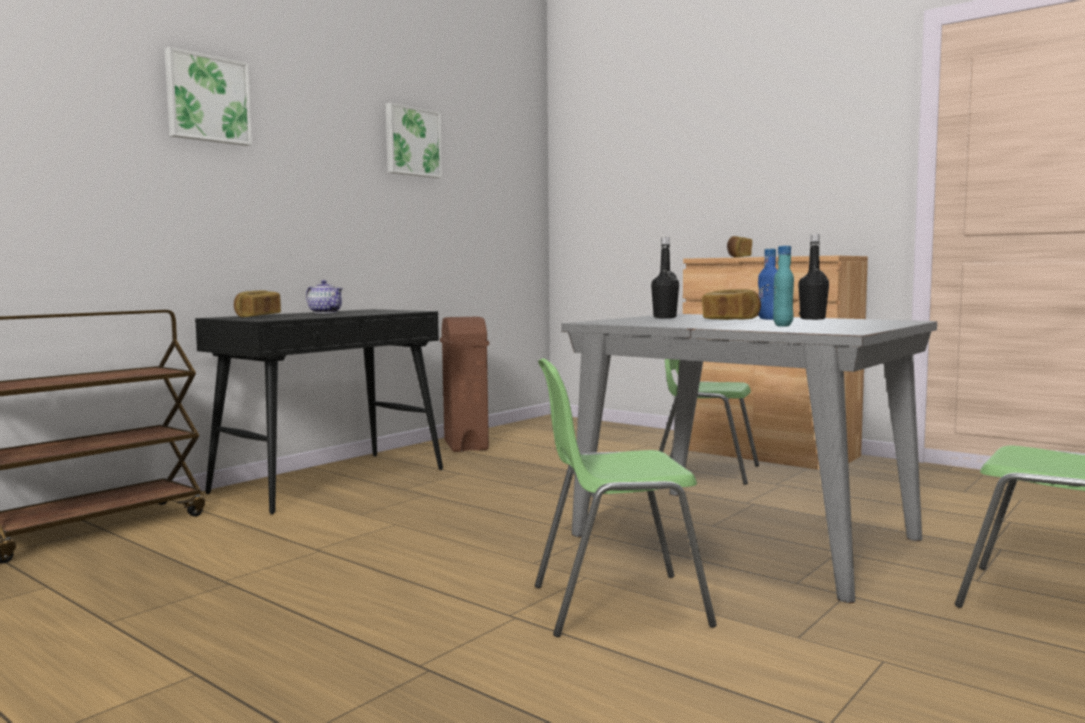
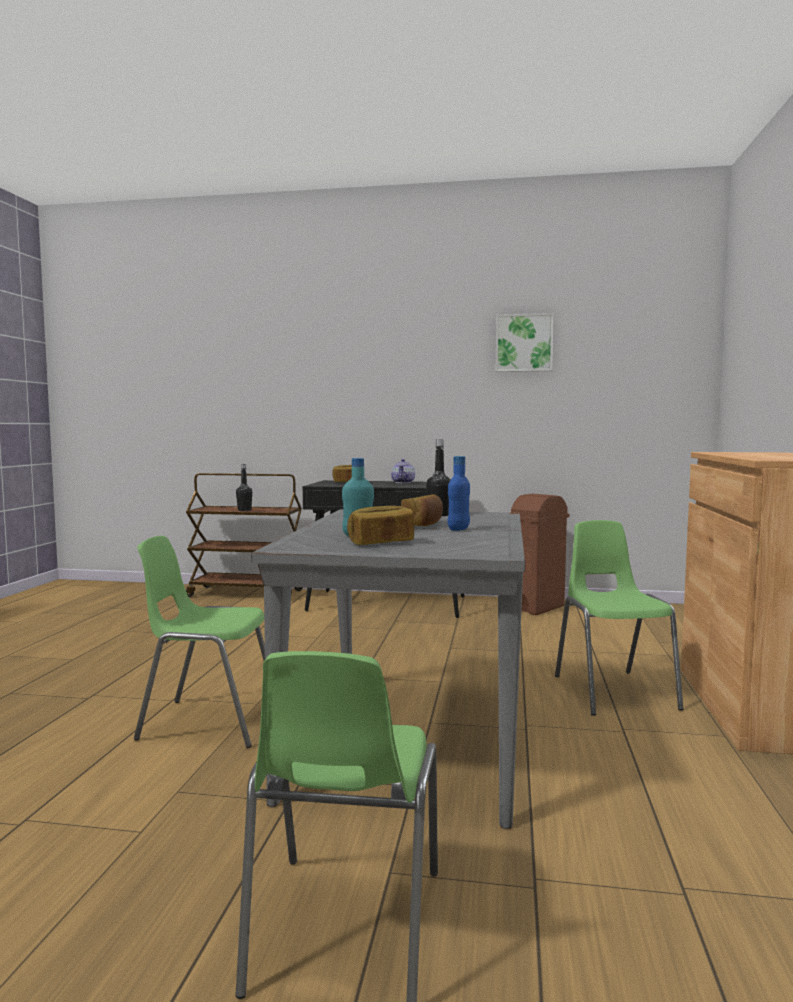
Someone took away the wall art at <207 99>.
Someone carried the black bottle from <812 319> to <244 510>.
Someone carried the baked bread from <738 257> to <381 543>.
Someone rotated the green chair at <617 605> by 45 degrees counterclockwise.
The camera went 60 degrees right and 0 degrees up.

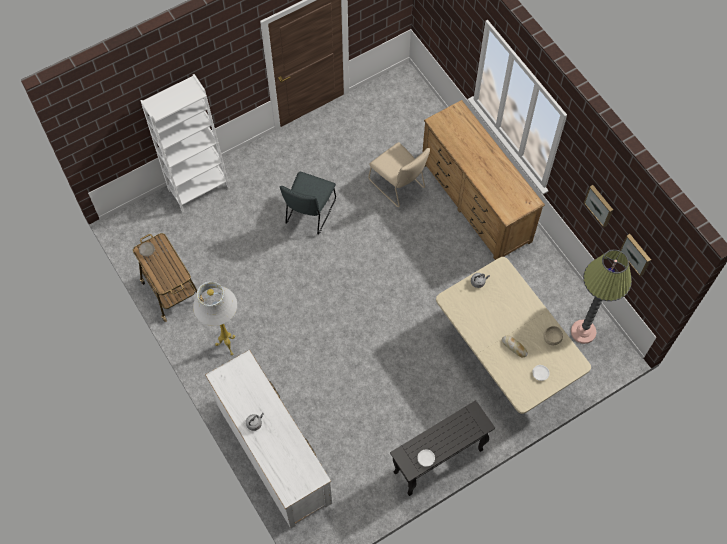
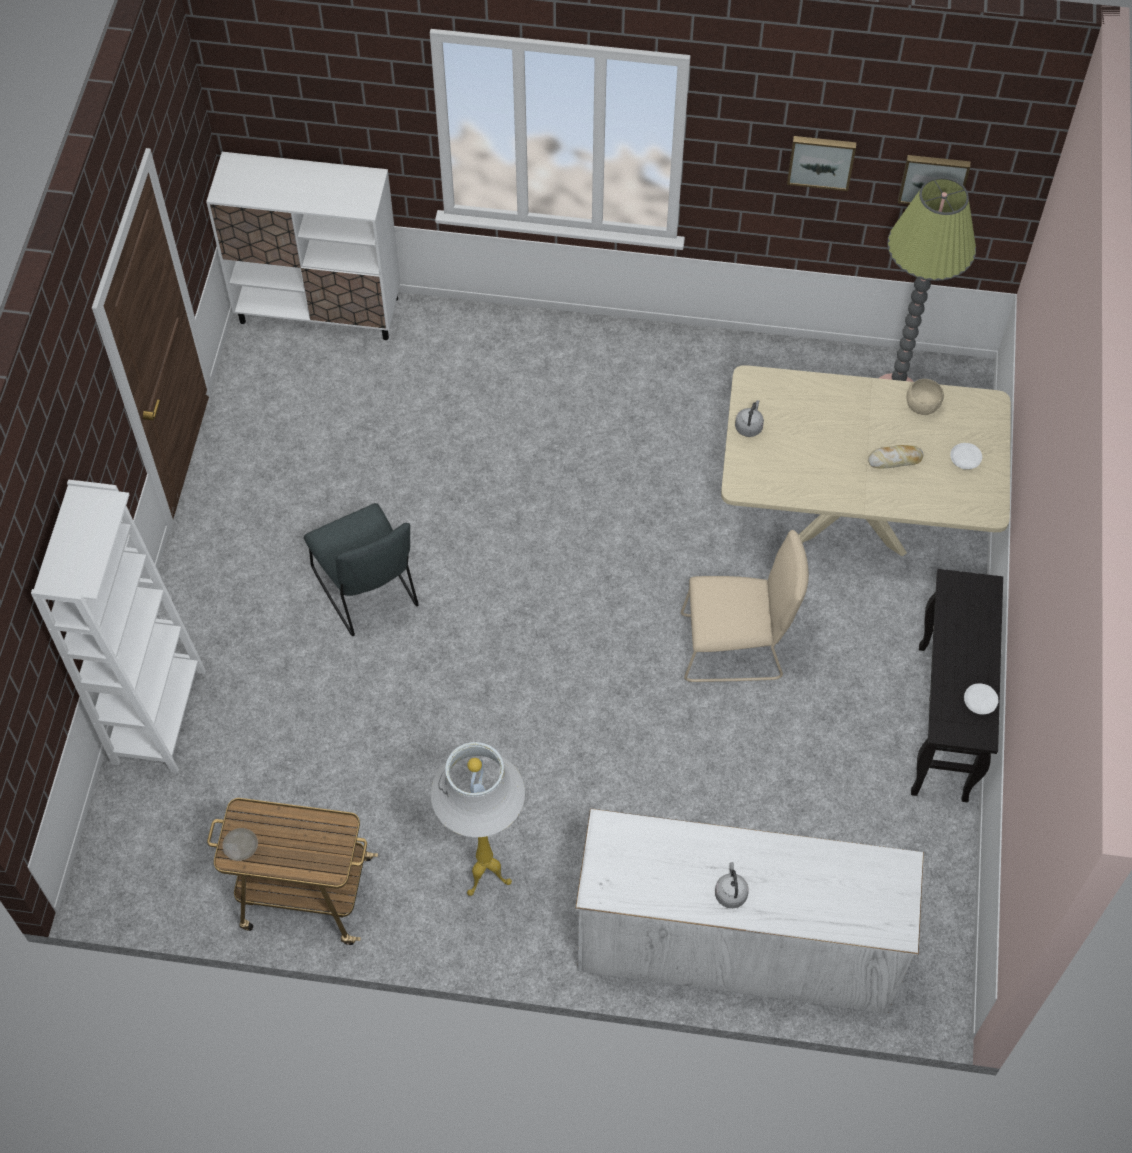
Someone took away the brown dresser at <476 201>.
Someone carried the beige-coloured chair from <398 185> to <736 647>.
Someone put down the white cabinet at <320 310>.
The camera went 50 degrees left and 5 degrees down.

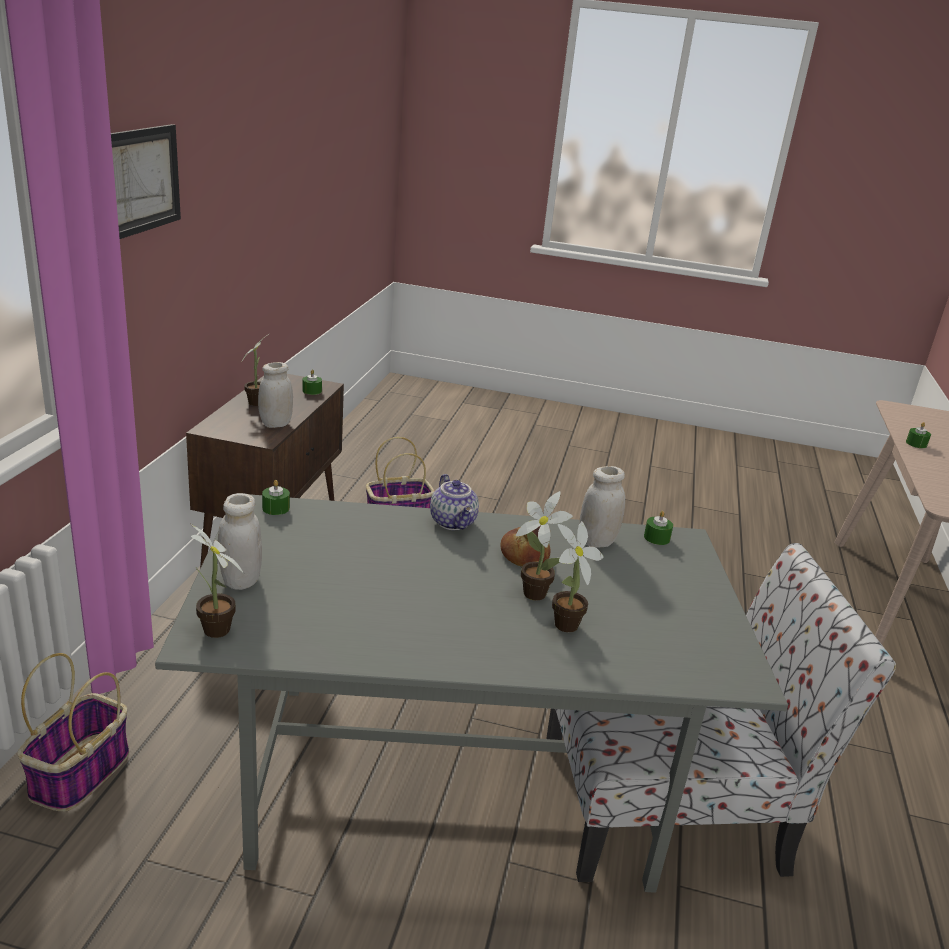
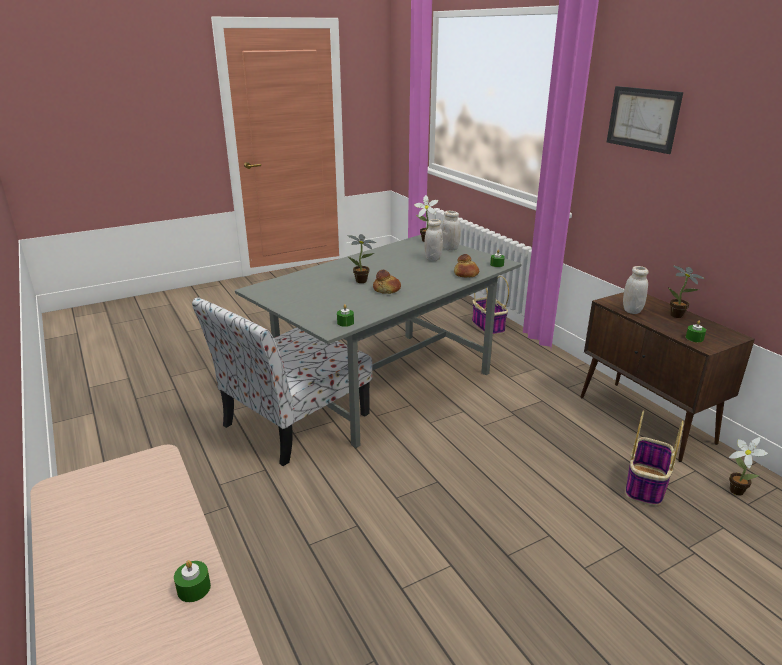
Someone carried the white jar from <597 541> to <433 258>.
Someone took away the tea pot at <454 522>.
Someone carried the potted plant from <563 626> to <735 489>.
Someone put down the baked bread at <465 274>.
The camera went 140 degrees right and 0 degrees up.

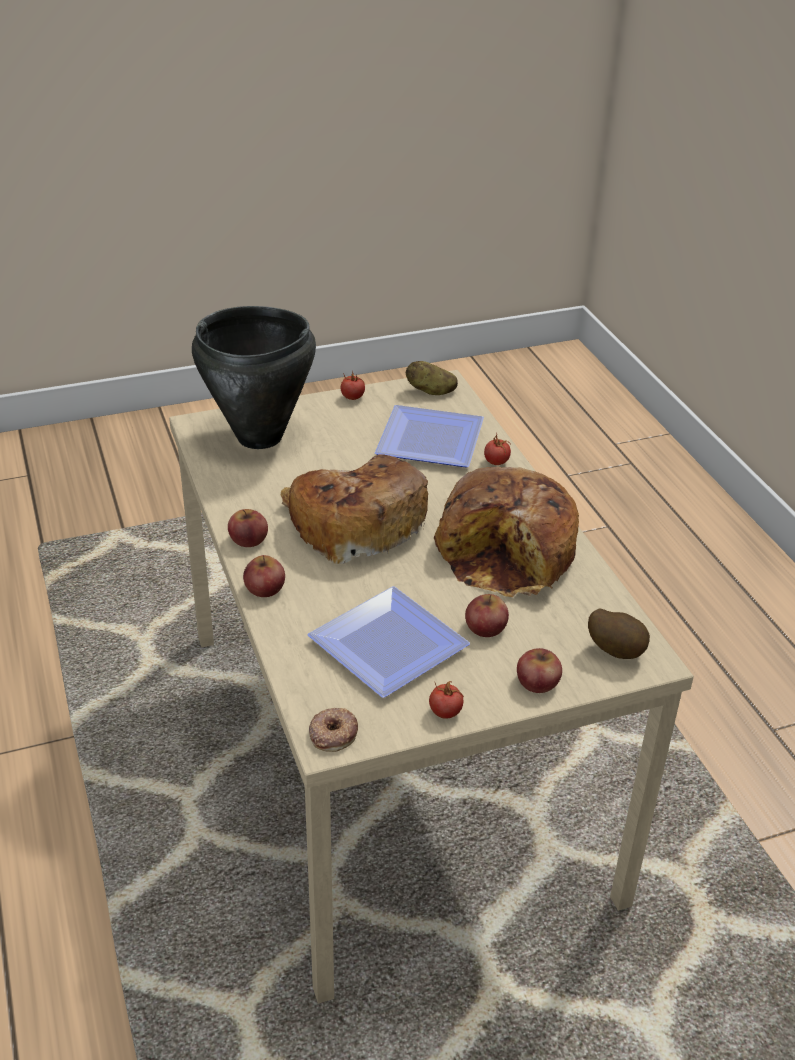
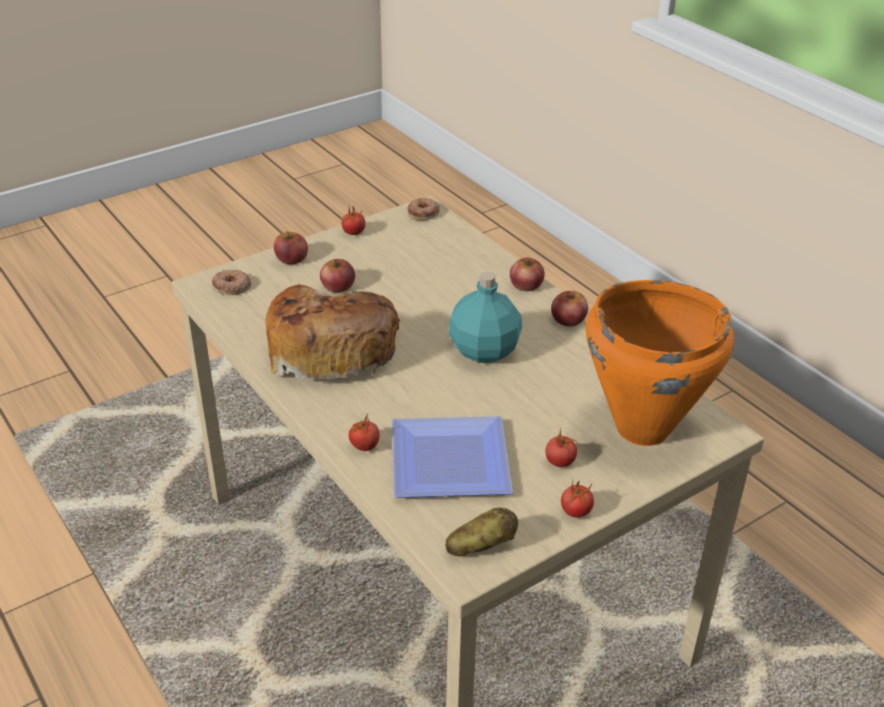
Someone repainted the black saucepot at <260 437>, which became the orangey saucepot at <641 427>.
Someone swapped the baked bread at <355 522> for the turquoise-coloured bottle at <483 350>.
Someone took away the flat dish at <388 650>.
Someone swapped the spud at <616 650> for the doughnut at <231 286>.
Someone put down the fresh tomato at <560 462>.
The camera went 165 degrees right and 0 degrees up.

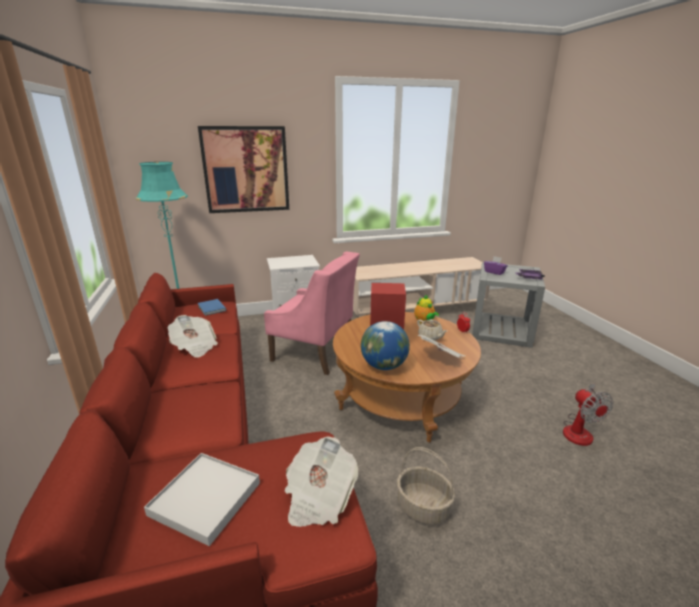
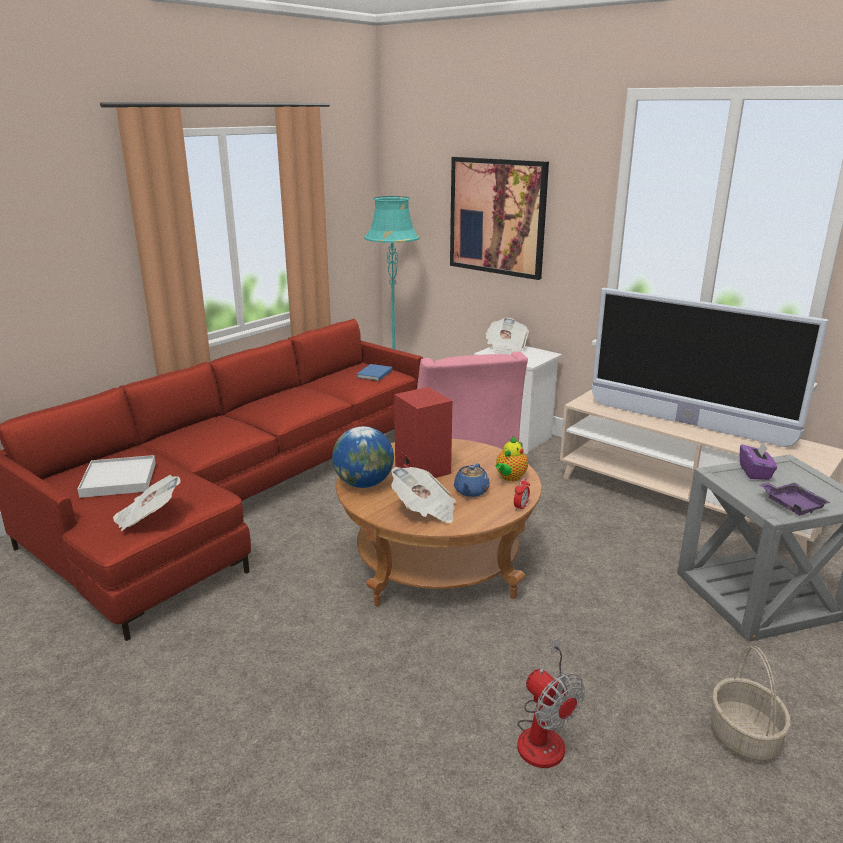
Someone carried the newspaper from <194 346> to <505 348>.
Someone repainted the beige-coloured tea pot at <430 337>, which became the blue tea pot at <471 491>.
Someone rotated the fan at <579 430> by 75 degrees counterclockwise.
Someone carried the household basket from <424 507> to <744 737>.
Someone put down the TV set at <687 424>.
The camera went 55 degrees right and 0 degrees up.

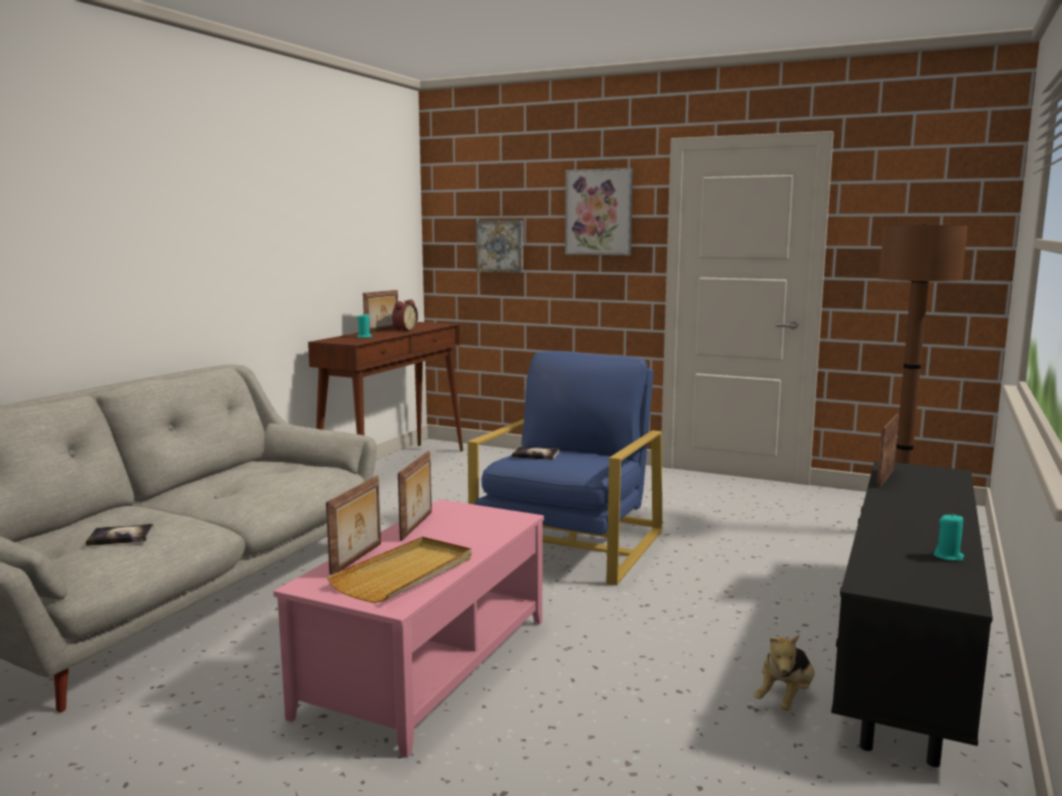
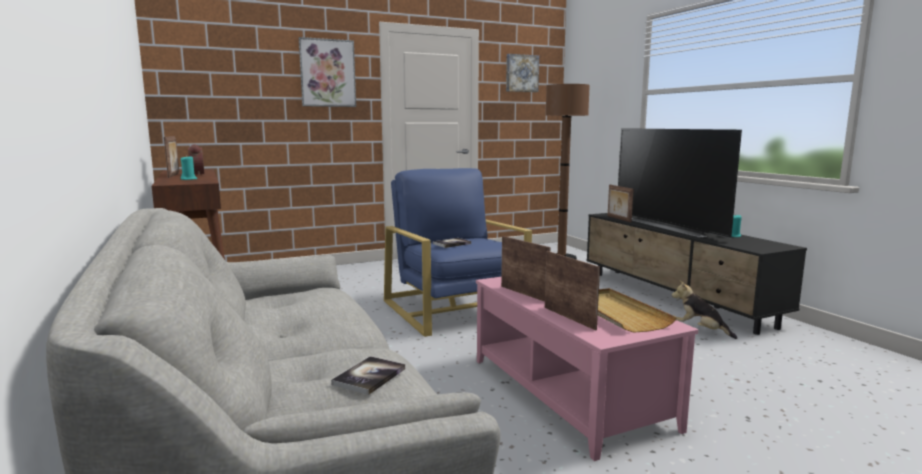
Someone carried the wall art from <500 246> to <521 73>.
Someone rotated the plush toy at <785 698> by 150 degrees clockwise.
Someone put down the TV set at <671 226>.
The camera went 50 degrees left and 0 degrees up.

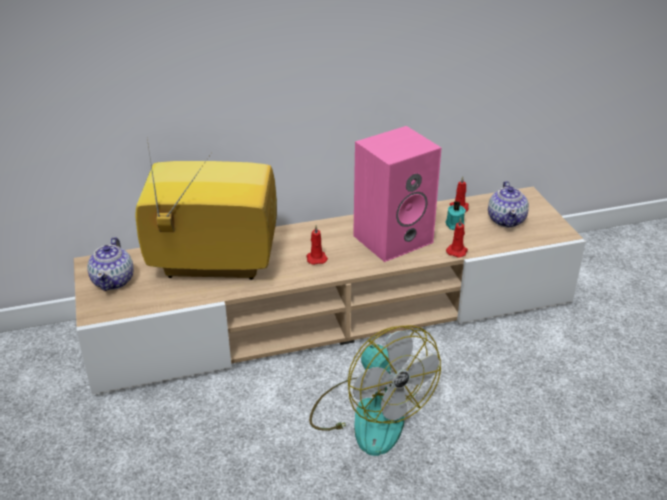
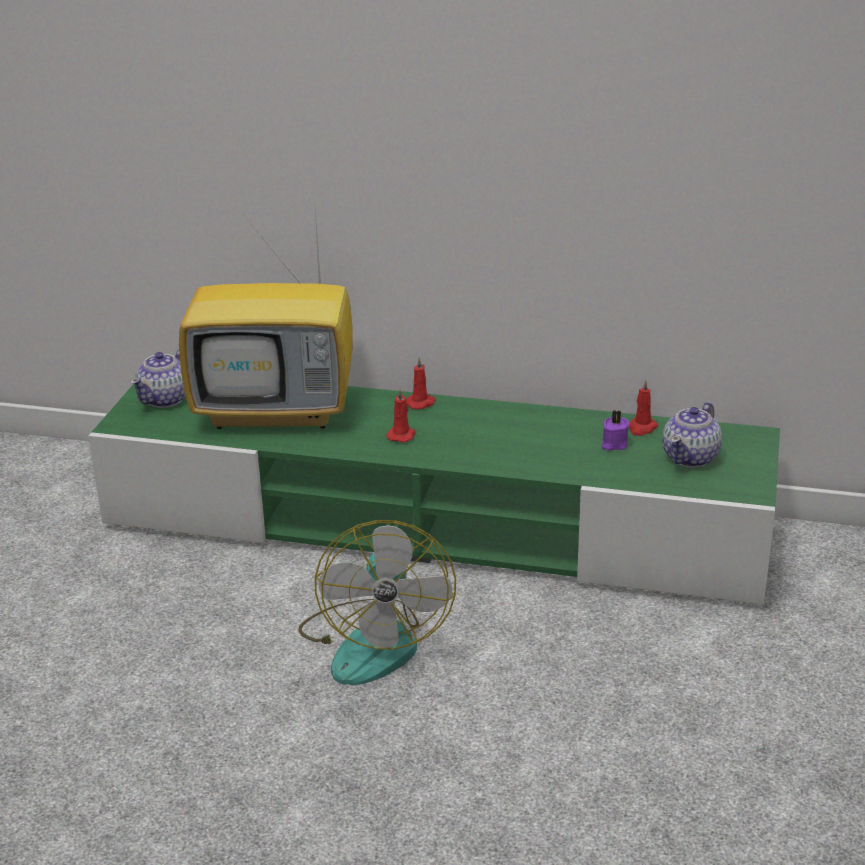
Someone took away the pink-coloured speaker at <393 238>.
Someone rotated the TV set at <211 265> by 150 degrees clockwise.
Someone repainted the beige-coloured tv stand at <334 313>, which became the green tv stand at <436 526>.
Someone repainted the turquoise-coloured wax candle at <454 224>, which became the purplish wax candle at <613 444>.
Someone carried the red-coloured wax candle from <457 251> to <421 403>.
The camera went 30 degrees right and 5 degrees down.

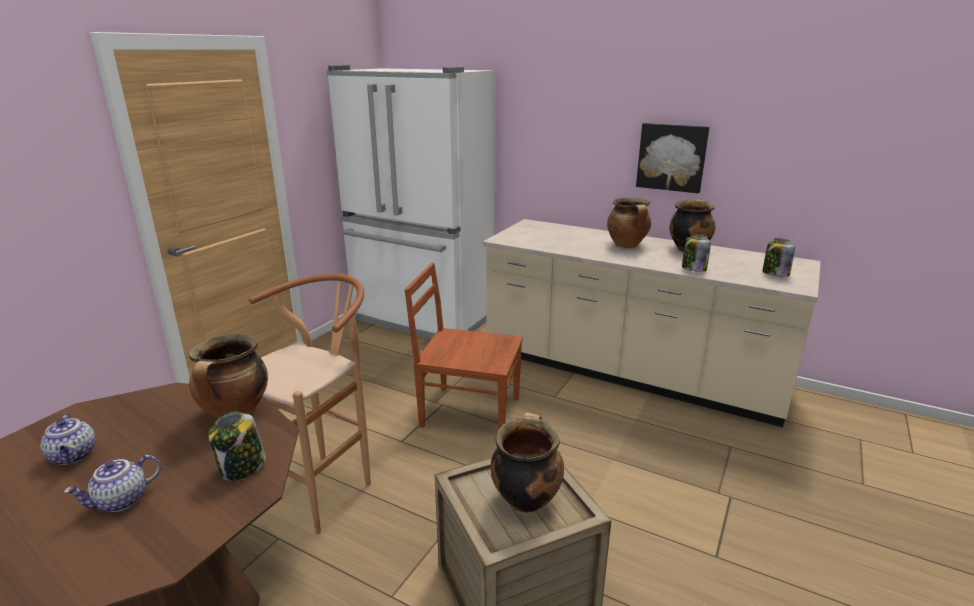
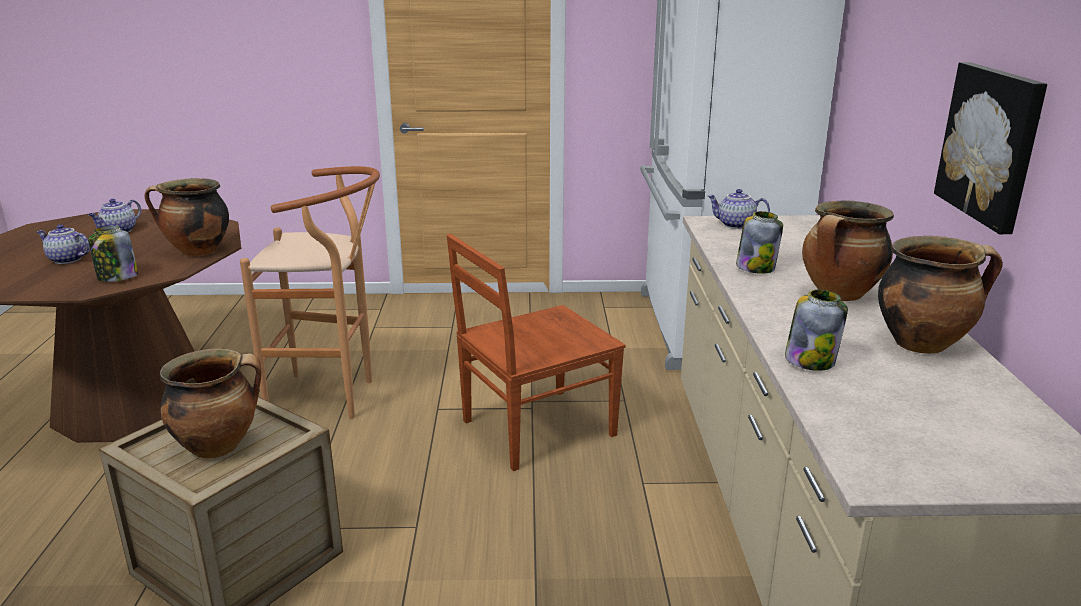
Someone carried the jar from <775 273> to <756 268>.
Someone rotated the brown chair at <468 411> by 105 degrees counterclockwise.
Someone put down the tea pot at <735 225>.
The camera went 60 degrees right and 0 degrees up.

